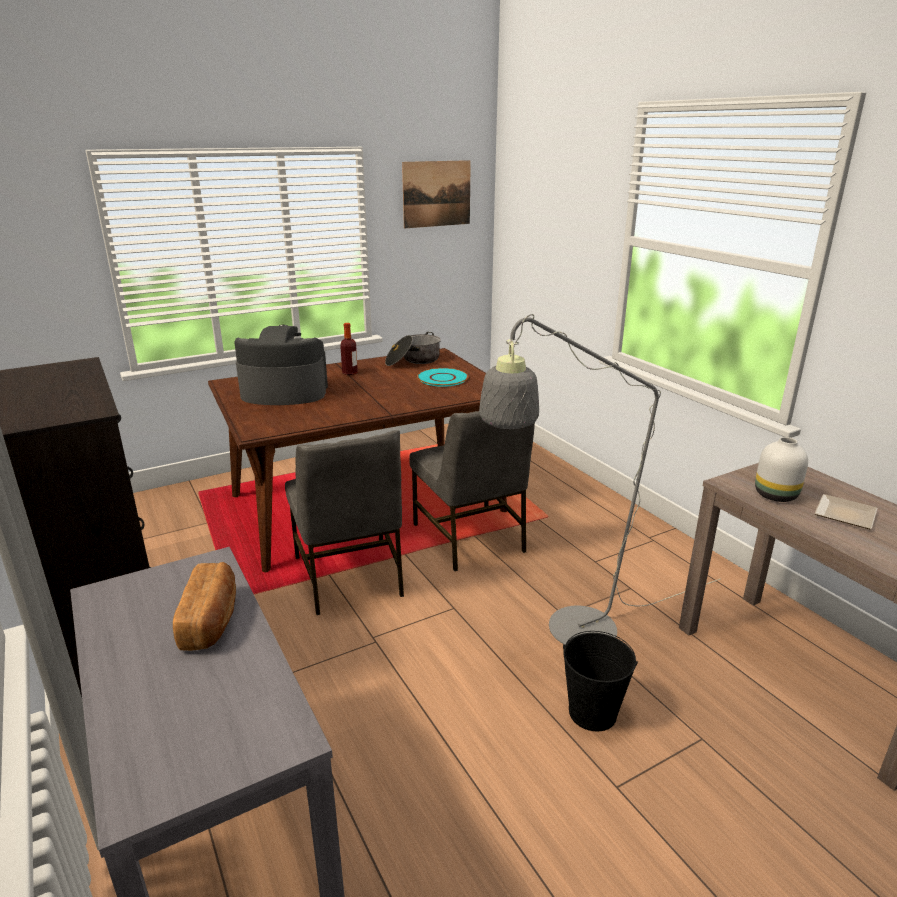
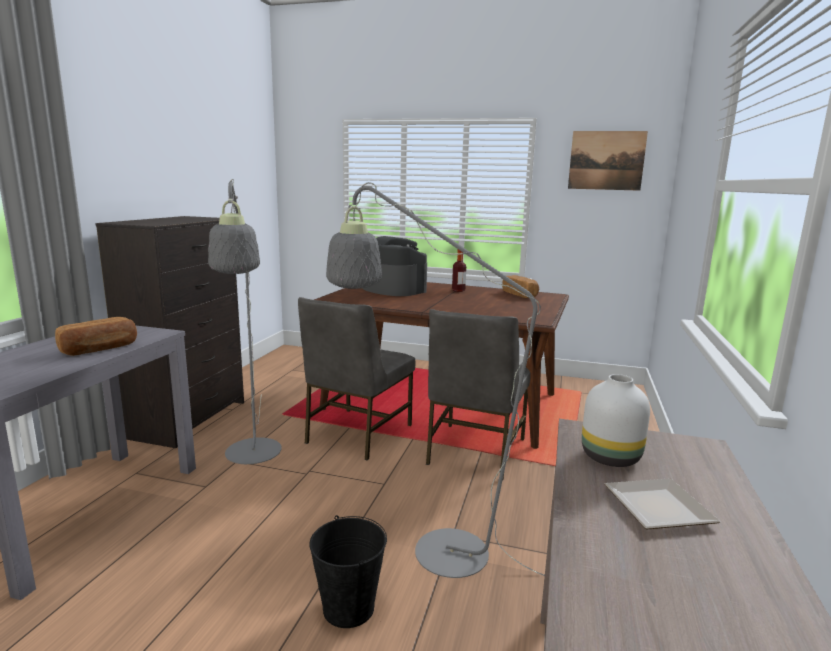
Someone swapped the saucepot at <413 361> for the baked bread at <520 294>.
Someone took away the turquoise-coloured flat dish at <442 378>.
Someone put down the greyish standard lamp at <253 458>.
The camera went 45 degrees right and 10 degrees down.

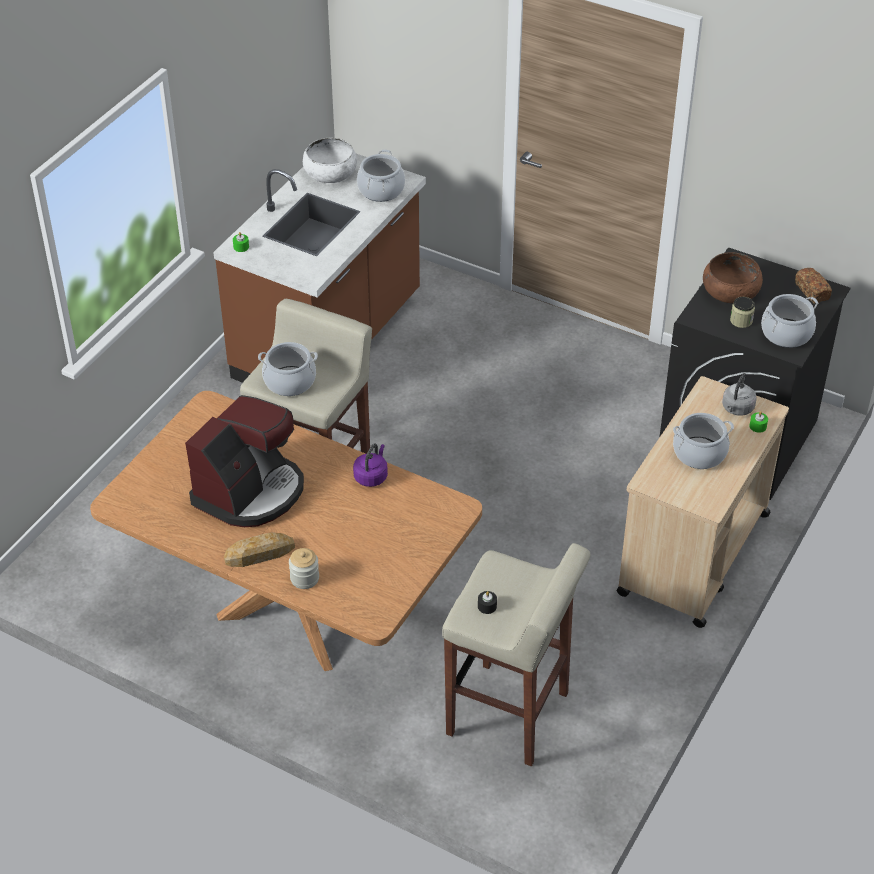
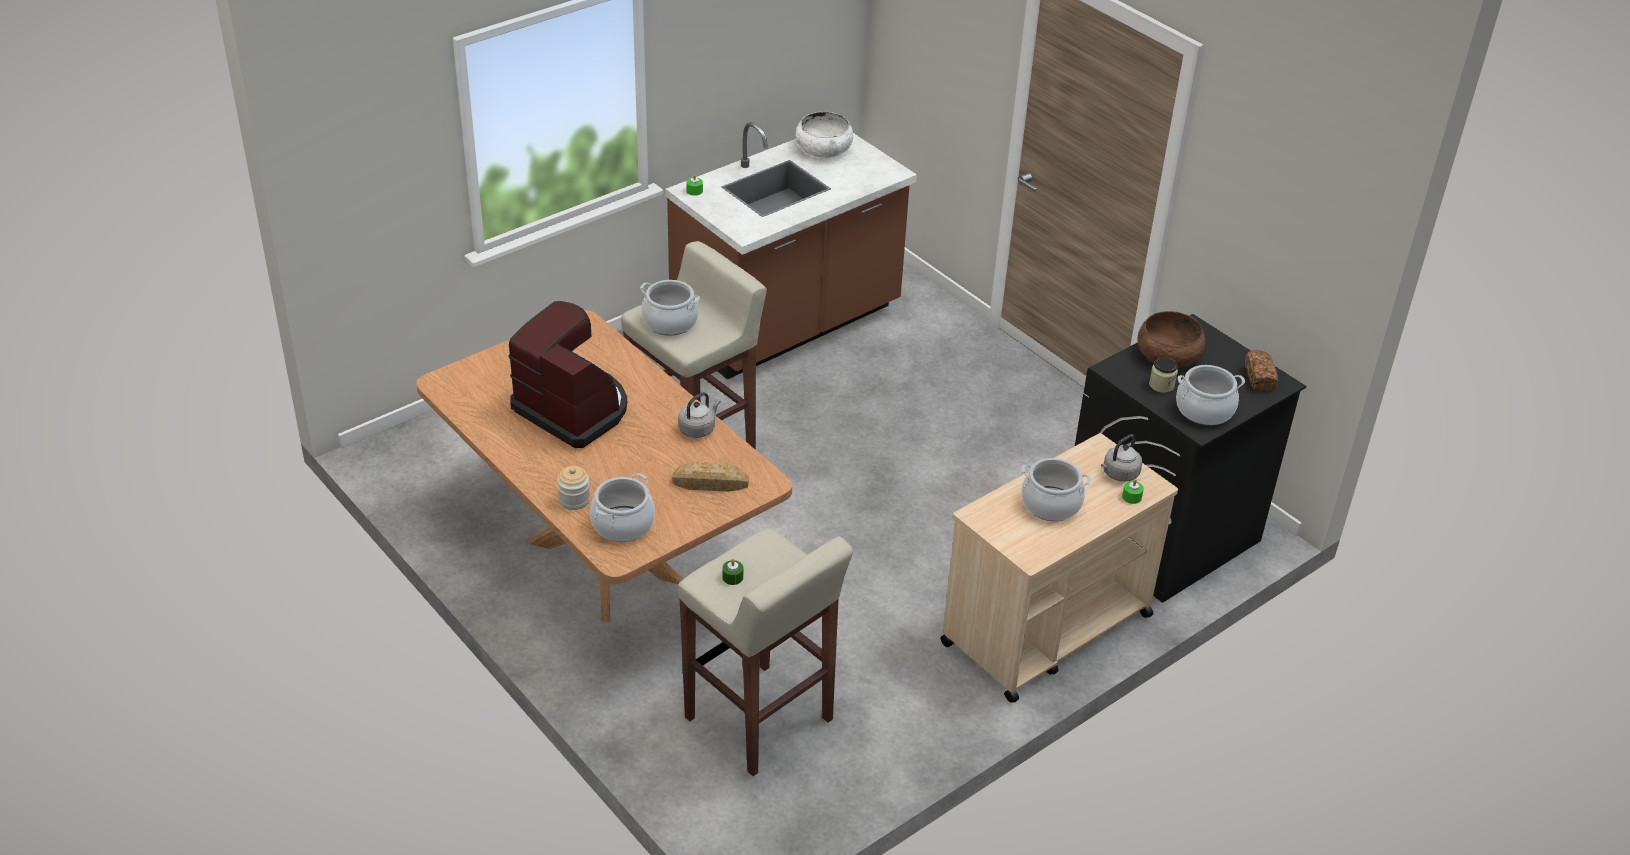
Someone carried the saucepot from <381 190> to <623 524>.
Someone rotated the coffee maker at <250 491> by 105 degrees counterclockwise.
Someone repainted the purplish water kettle at <371 476>, which became the greyish water kettle at <698 429>.
Someone carried the baked bread from <259 554> to <710 483>.
Someone repainted the black wax candle at <487 606>, which became the green wax candle at <732 577>.
The camera went 20 degrees right and 5 degrees down.

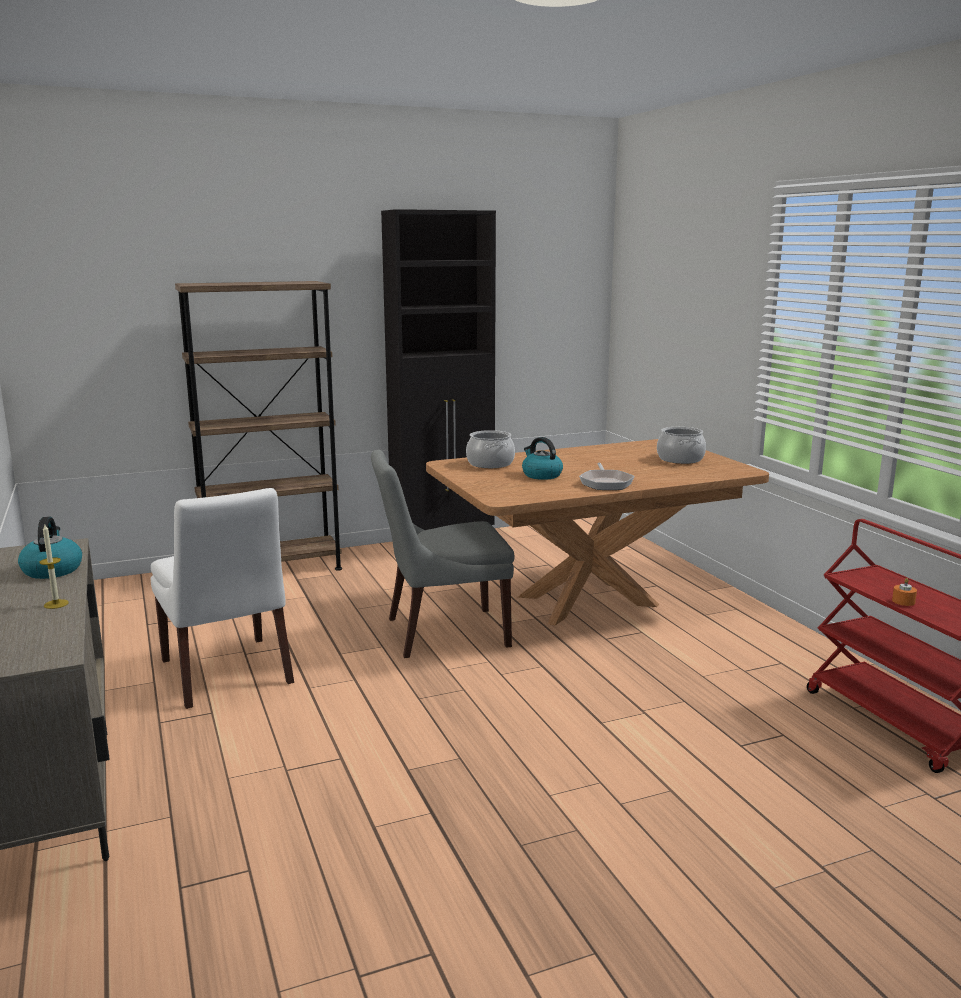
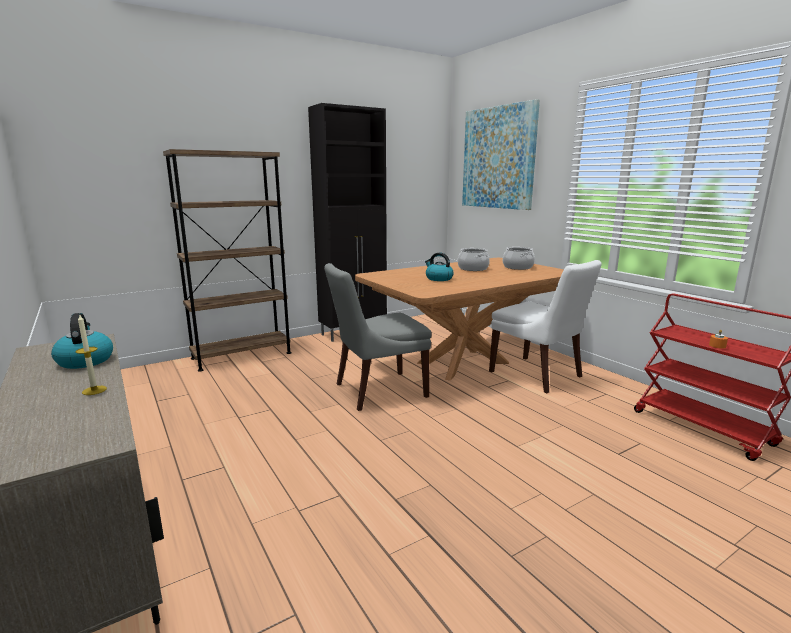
Someone carried the saucepot from <490 464> to <473 268>.
Someone took away the pan at <606 483>.
Someone carried the white chair from <227 674> to <537 375>.
Someone put up the wall art at <498 158>.
The camera went 10 degrees left and 0 degrees up.

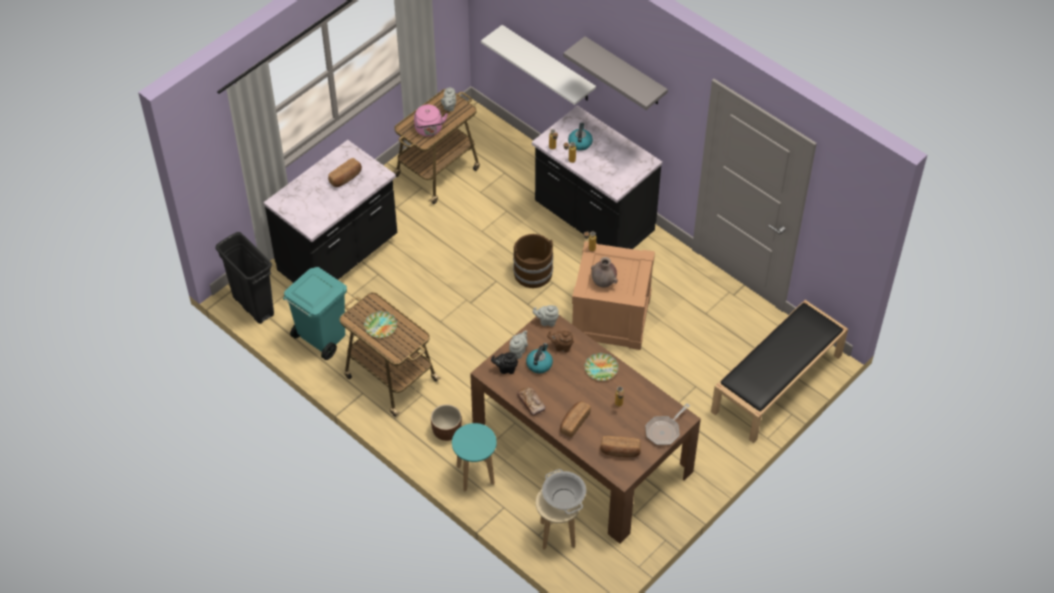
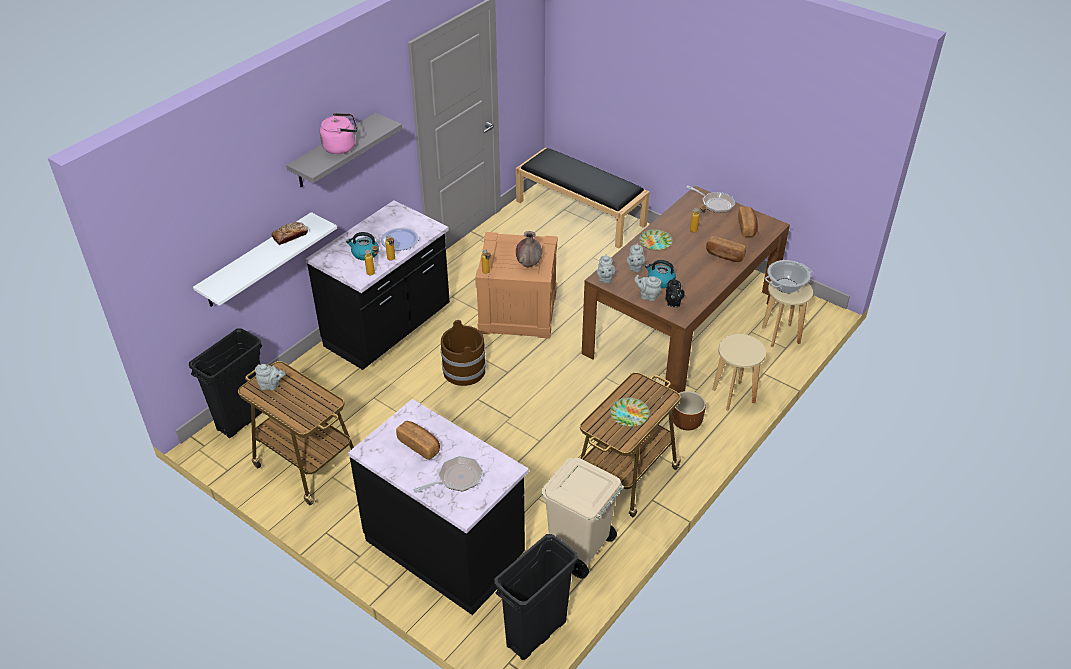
Someone carried the pink-coloured water kettle from <429 130> to <341 147>.
Someone repainted the turquoise-coloured waste bin at <321 338>, which became the beige-coloured waste bin at <579 550>.
Someone repainted the brown tea pot at <561 346>, which became the greyish tea pot at <635 268>.
Someone carried the baked bread from <531 403> to <290 236>.
Someone repainted the turquoise-coloured sitting stool at <475 475>, which became the beige-coloured sitting stool at <733 396>.
Someone put down the flat dish at <400 240>.
Someone put down the black waste bin at <243 418>.
Someone put down the pan at <456 479>.
The camera went 95 degrees left and 10 degrees down.

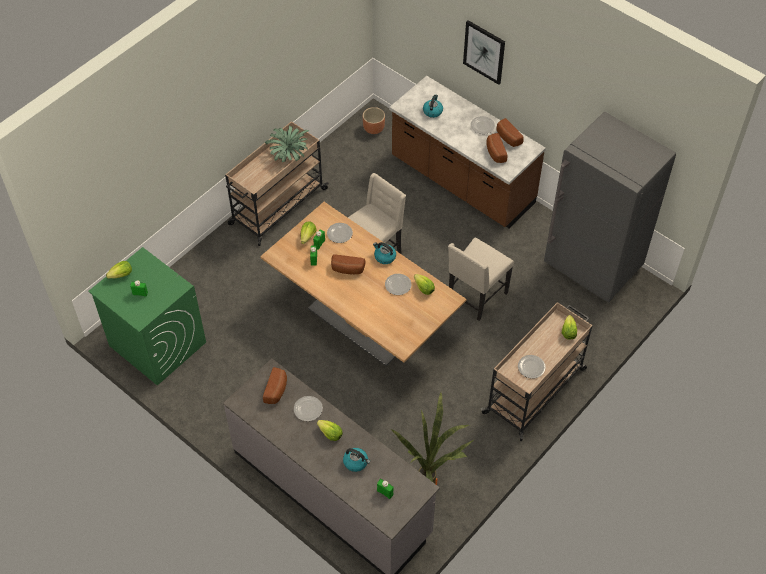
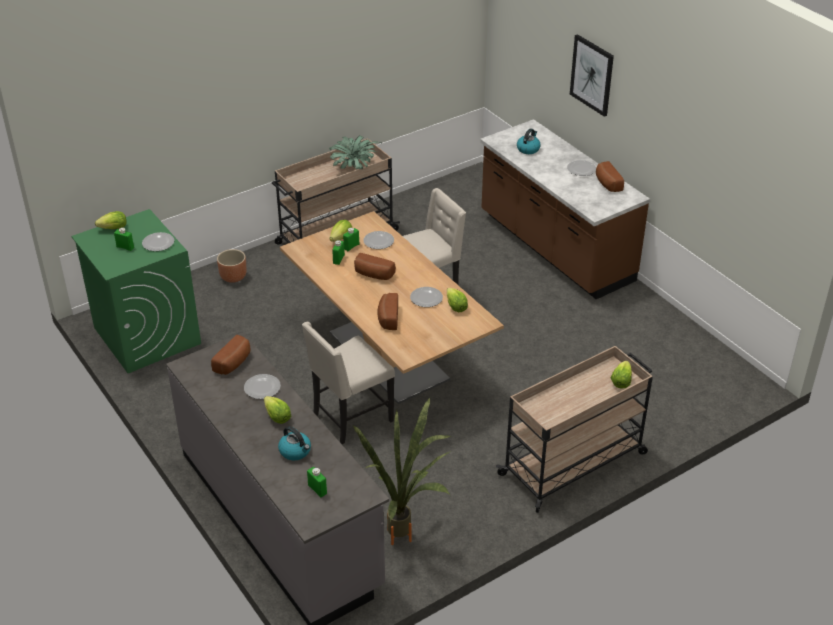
Someone carried the brown planter from <373 128> to <233 277>.
Someone took away the greyish kitchen fridge at <592 267>.
Someone carried the baked bread from <494 153> to <387 318>.
Someone carried the beige-coloured chair from <475 297> to <351 418>.
Someone took away the water kettle at <384 257>.
Someone carried the flat dish from <531 367> to <158 243>.
The camera went 15 degrees right and 15 degrees down.

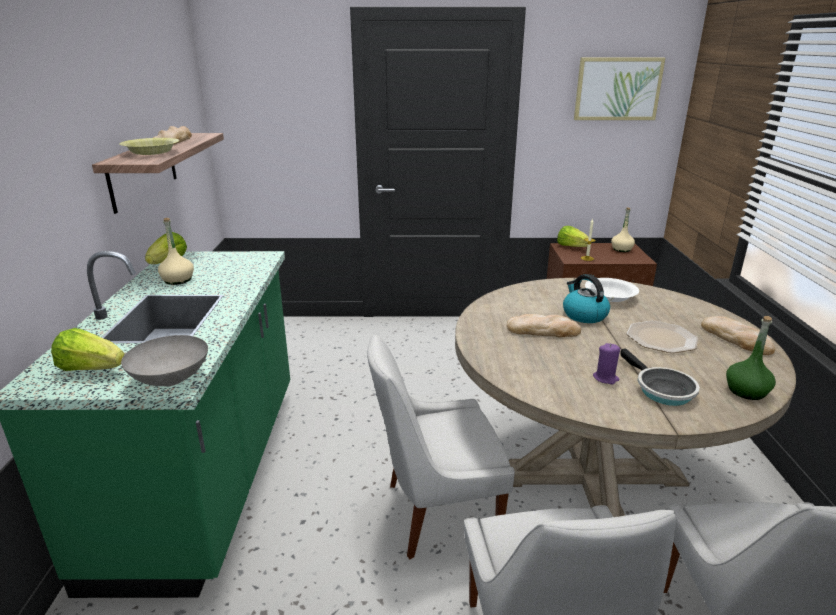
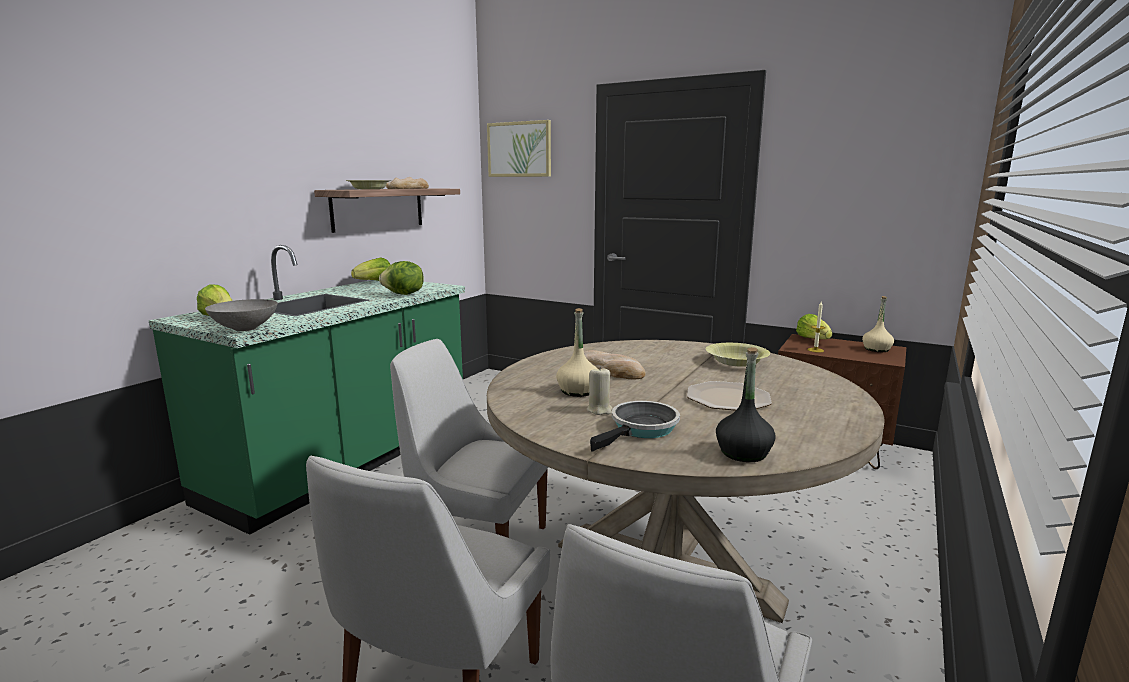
Someone carried the wall art from <617 89> to <519 149>.
Someone carried the beige-coloured bottle from <178 280> to <578 391>.
Someone took away the water kettle at <584 315>.
Someone repainted the white serving bowl at <610 296>, which became the yellow-coloured serving bowl at <736 362>.
Someone took away the baked bread at <736 339>.
Someone repainted the green bottle at <746 391>, which became the black bottle at <743 453>.
Someone repainted the purplish wax candle at <605 378>, which became the beige-coloured wax candle at <599 410>.
Someone rotated the pan at <661 389> by 150 degrees counterclockwise.
Someone put down the lettuce at <404 294>.
The camera went 30 degrees right and 10 degrees down.

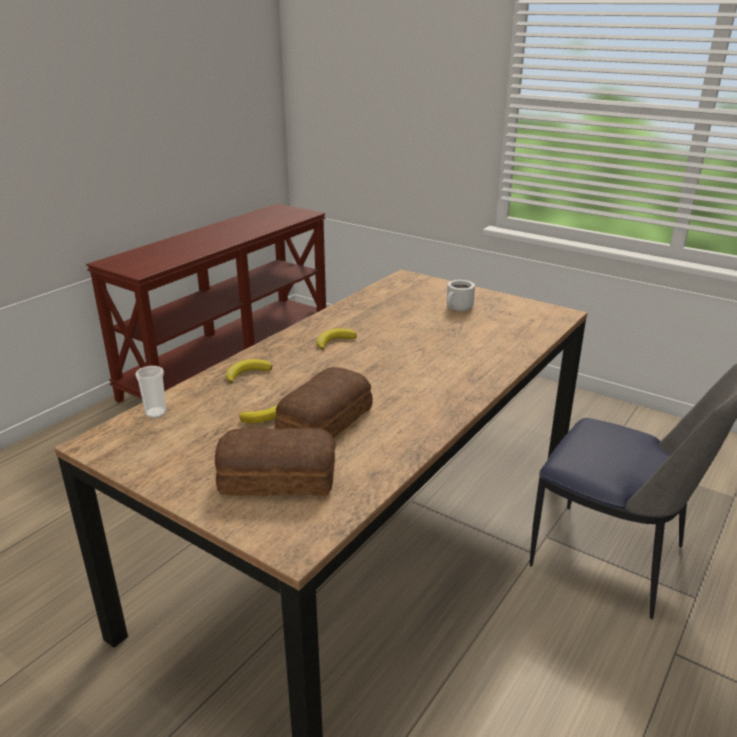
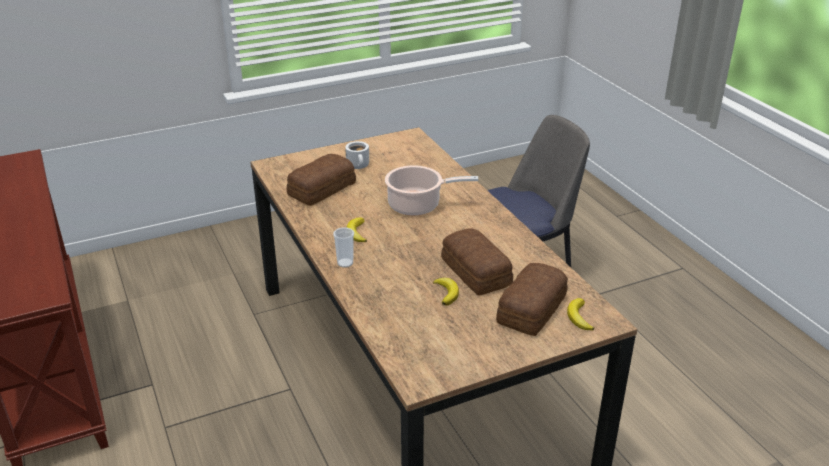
Someone carried the banana from <247 373> to <579 317>.
Someone carried the small cup from <156 413> to <345 263>.
Someone put down the baked bread at <320 189>.
Someone put down the saucepot at <417 205>.
The camera went 60 degrees left and 5 degrees up.

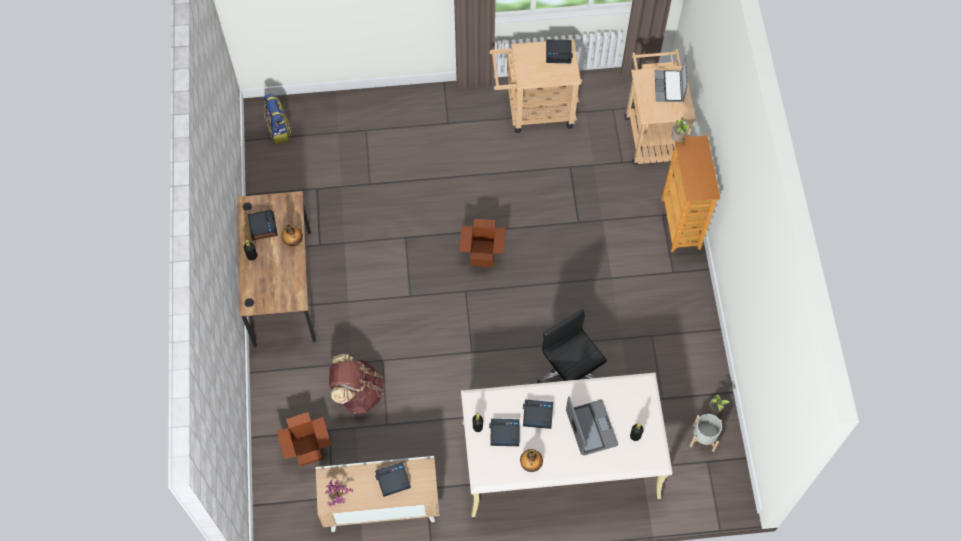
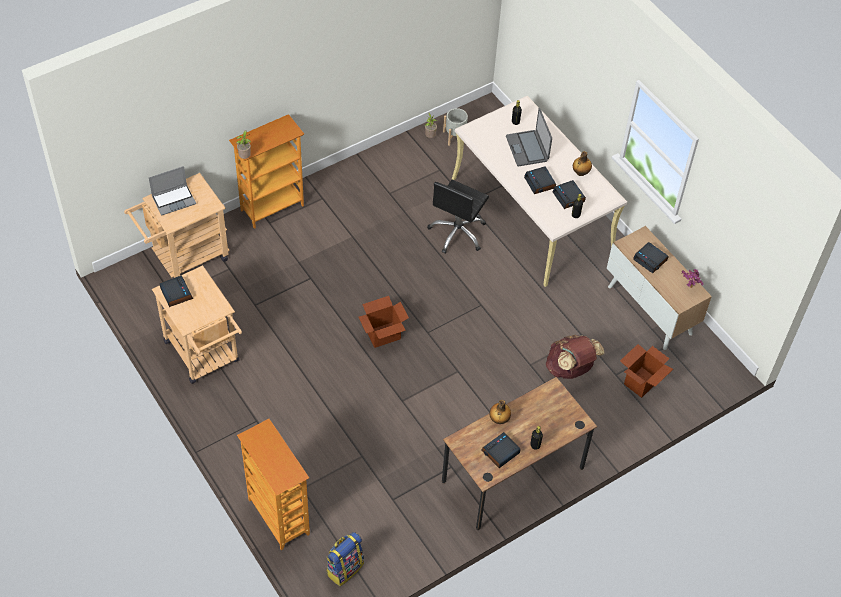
Someone rotated the laptop at <590 428> by 60 degrees counterclockwise.
Someone put down the bookshelf at <278 517>.
The camera went 120 degrees left and 10 degrees down.

